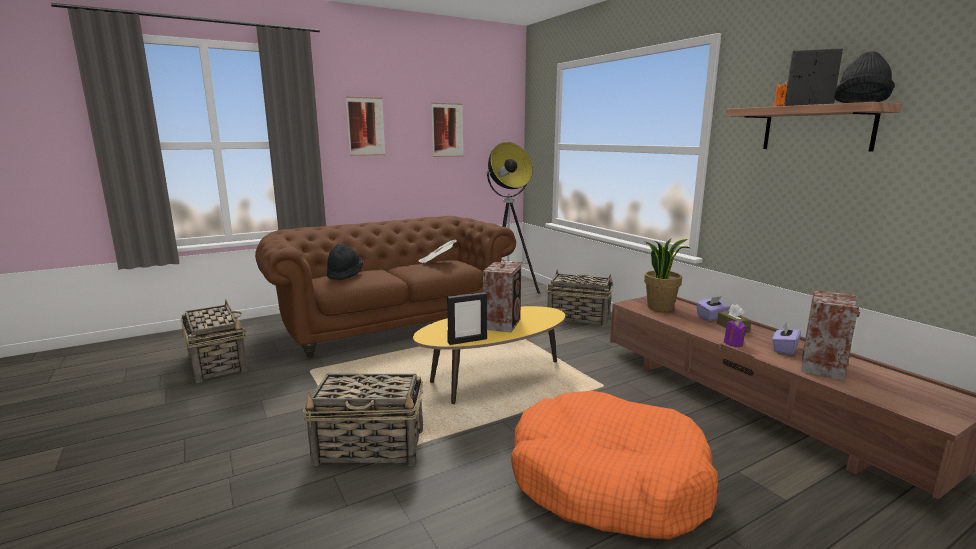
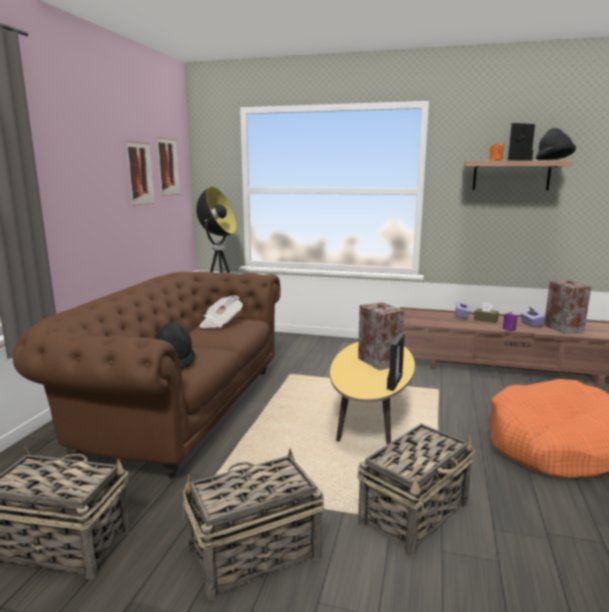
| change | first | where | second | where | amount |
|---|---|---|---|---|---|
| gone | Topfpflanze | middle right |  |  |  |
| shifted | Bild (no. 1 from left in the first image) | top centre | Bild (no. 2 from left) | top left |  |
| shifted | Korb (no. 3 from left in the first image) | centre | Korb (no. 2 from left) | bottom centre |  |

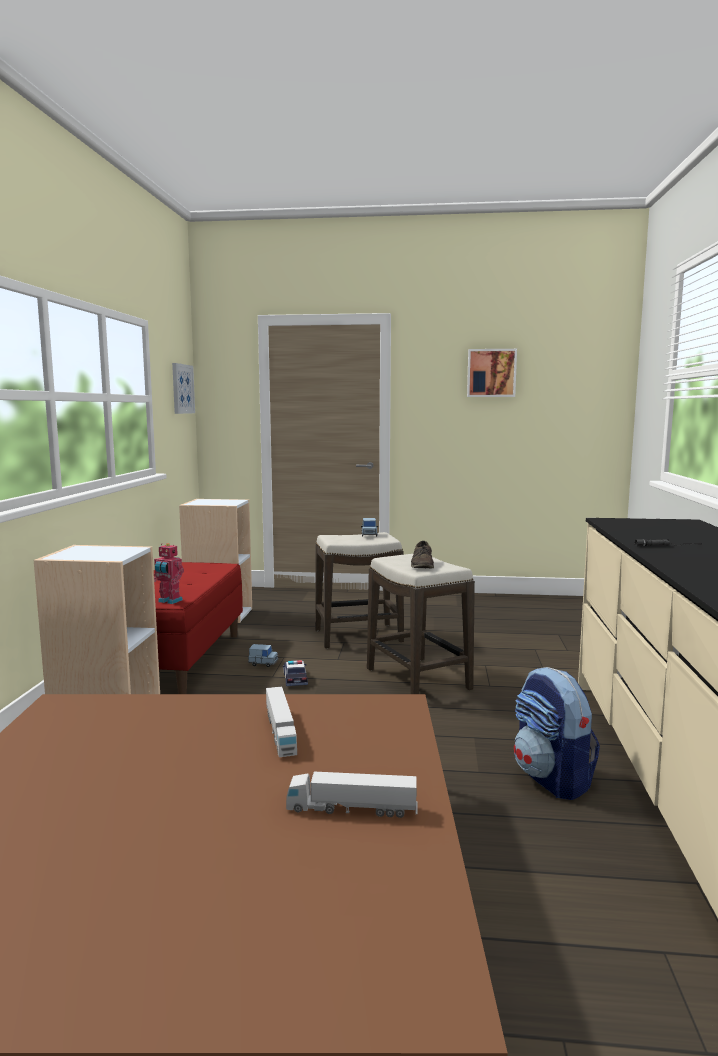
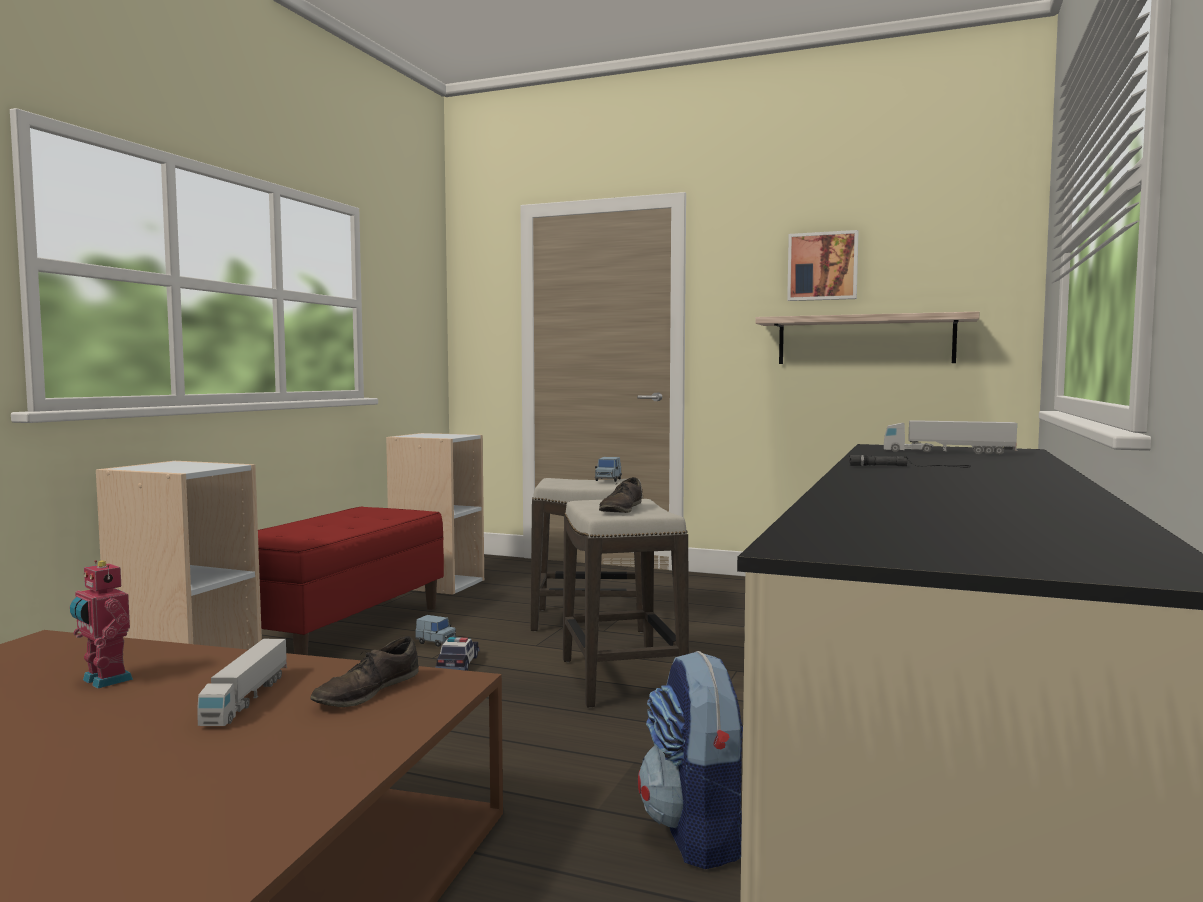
| change | first | where | second | where | amount |
|---|---|---|---|---|---|
| gone | Bild (no. 1 from left) | middle left |  |  |  |
| new |  |  | Schuh (braun) (no. 1 from left) | bottom left |  |
| new |  |  | Wandregal | middle right |  |
| shifted | Spielzeugroboter | middle left |  | bottom left |  |
| shifted | Spielzeuglaster (no. 2 from left) | bottom centre |  | middle right |  |

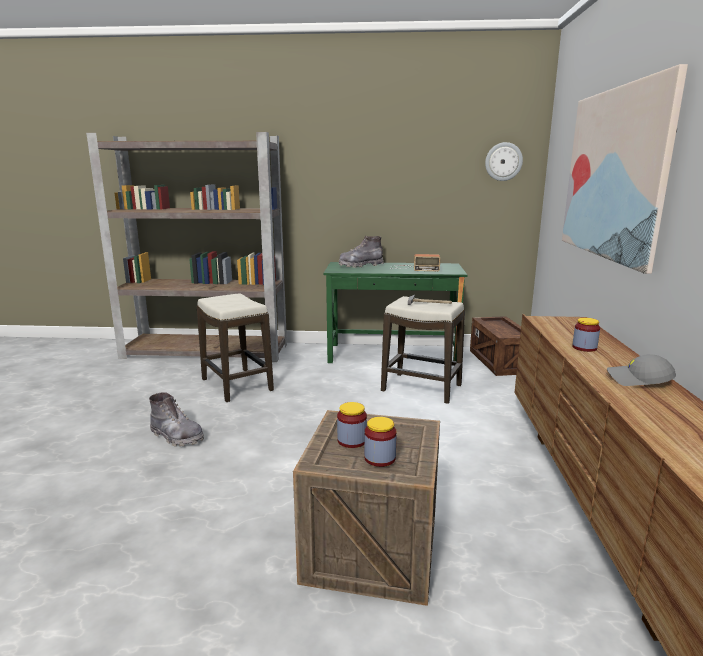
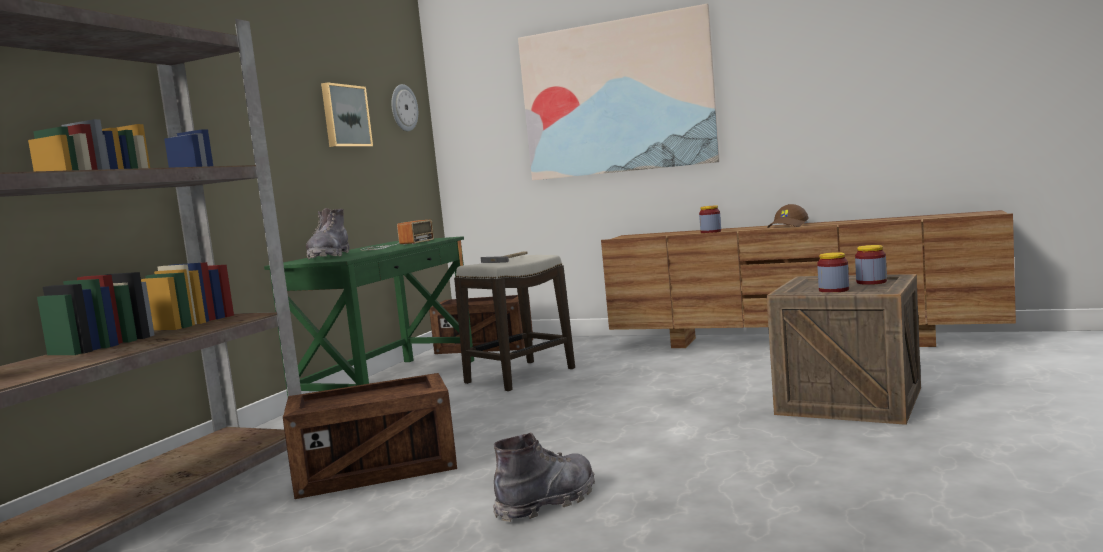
| change | first | where | second | where | amount |
|---|---|---|---|---|---|
| new |  |  | Bild (no. 1 from left) | top left |  |
| swapped | Hocker (no. 1 from left) | centre | Kiste (no. 1 from left) | bottom centre |  |
| repainted | Kappe (grau) | middle right | Kappe (braun) | middle right |  |

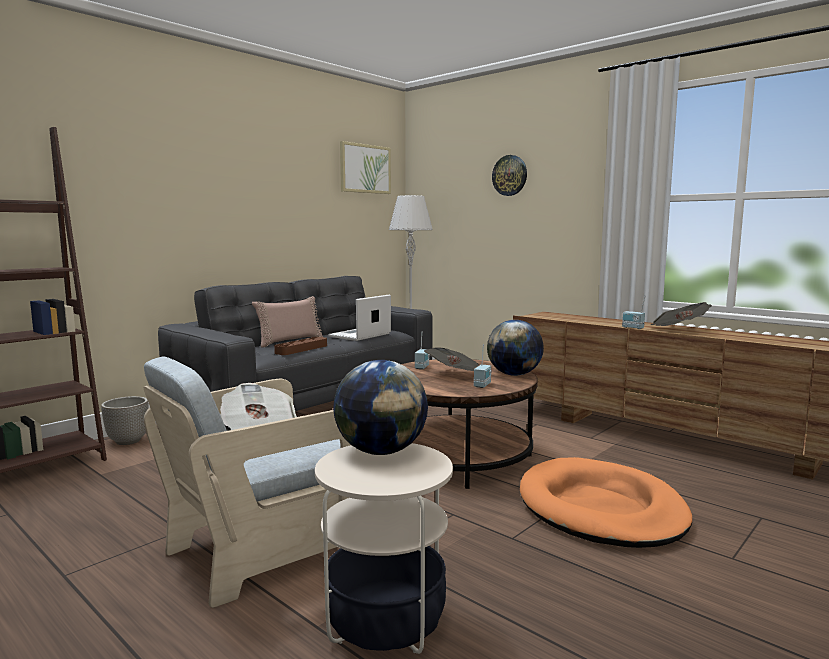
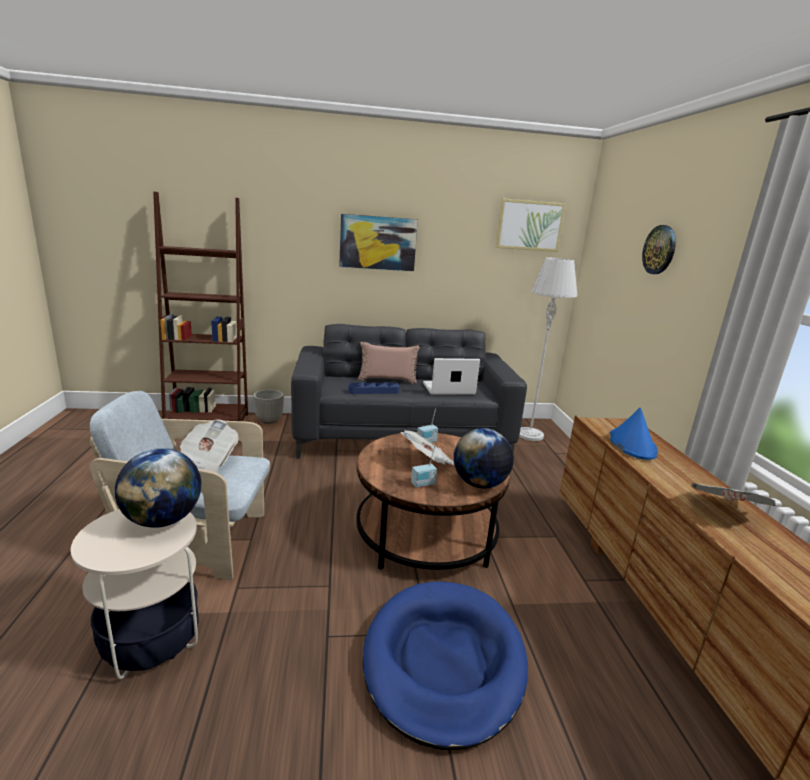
| change | first | where | second | where | amount |
|---|---|---|---|---|---|
| gone | Radio (no. 3 from left) | middle right |  |  |  |
| new |  |  | Bild (no. 1 from left) | top centre |  |
| new |  |  | Hut (blau) | middle right |  |
| repainted | Tablett (braun) | centre | Tablett (blau) | centre |  |
| repainted | Hundebett (orange) | bottom right | Hundebett (blau) | bottom centre |  |

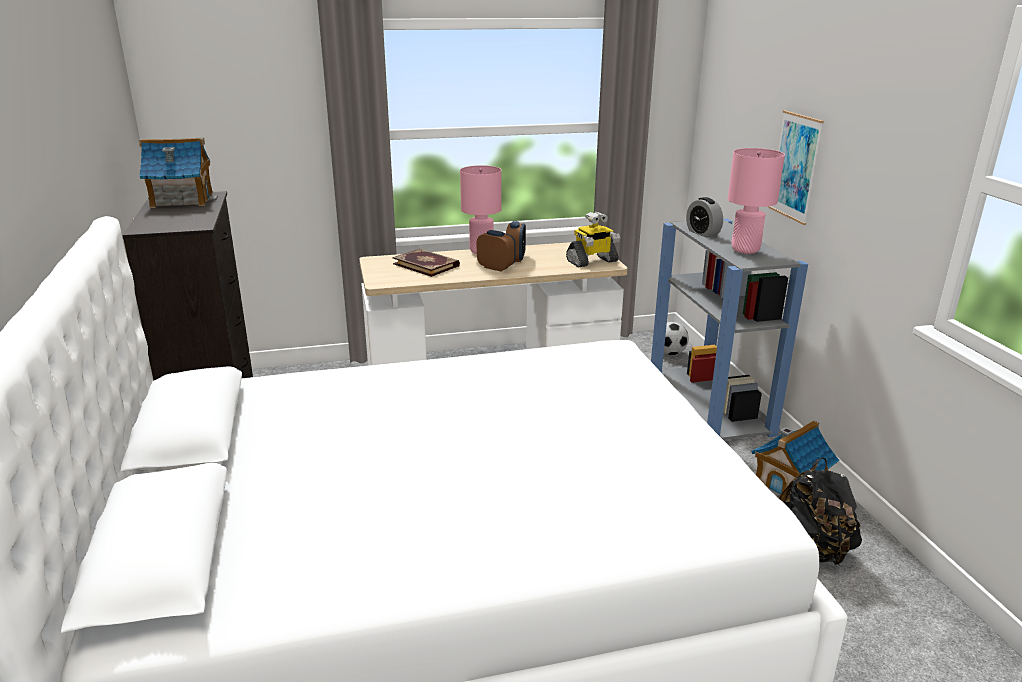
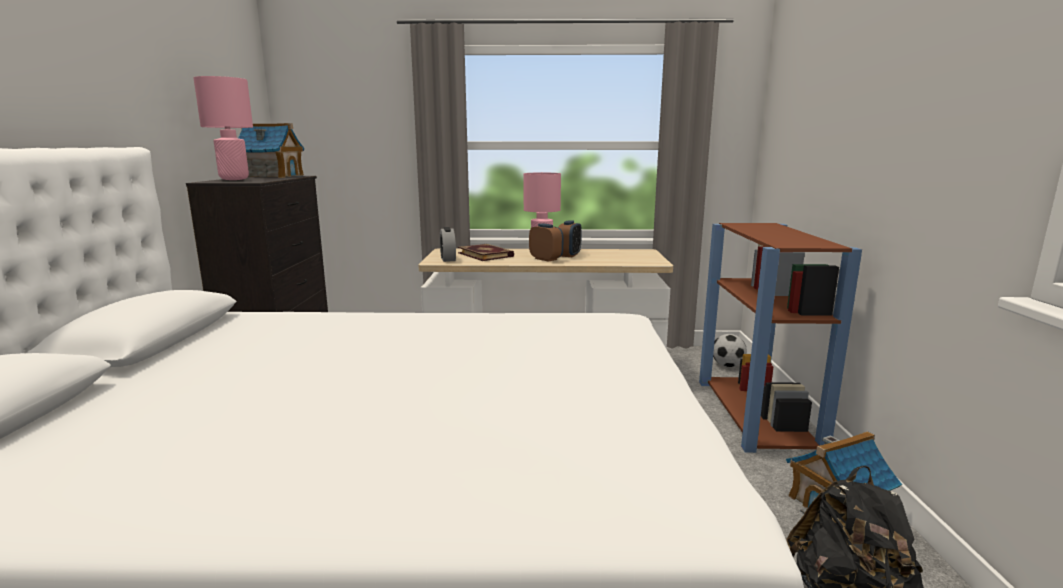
| change | first | where | second | where | amount |
|---|---|---|---|---|---|
| gone | Spielzeugroboter | centre |  |  |  |
| gone | Bild | top right |  |  |  |
| shifted | Wecker (no. 3 from left in the first image) | top right | Wecker (no. 1 from left) | centre |  |
| shifted | Tischlampe (rosa) (no. 2 from left in the first image) | top right | Tischlampe (rosa) (no. 1 from left) | top left |  |
| repainted | Bücherregal (grau) | middle right | Bücherregal (braun) | middle right |  |

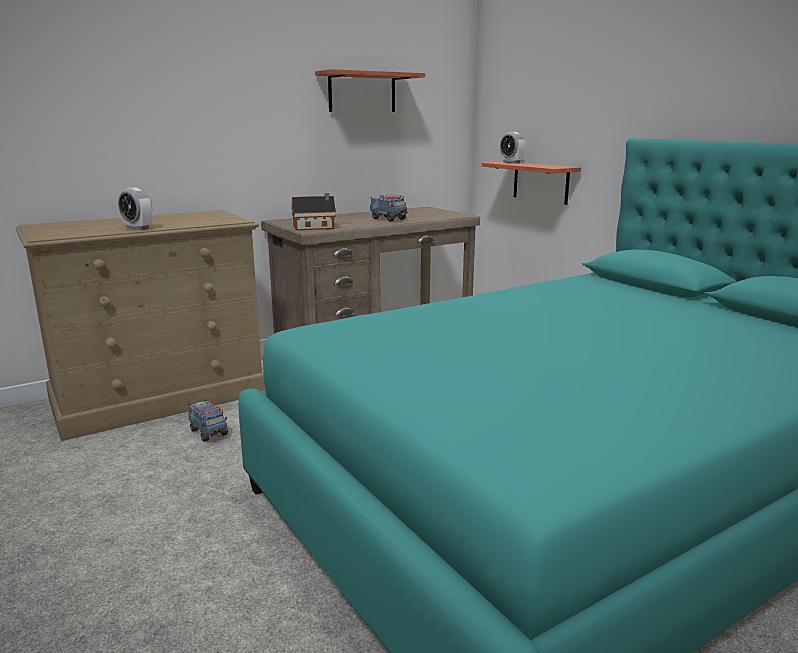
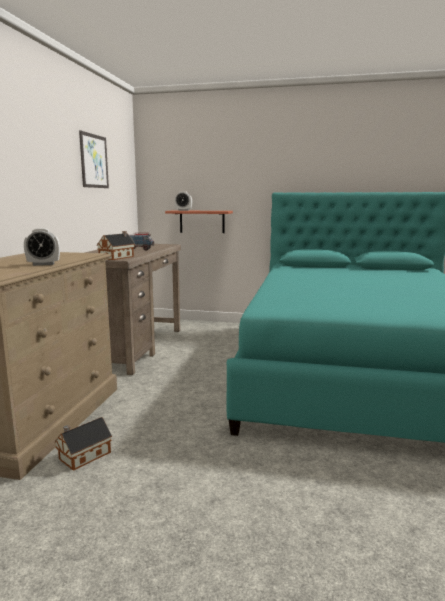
| change | first | where | second | where | amount |
|---|---|---|---|---|---|
| gone | Spielzeuglaster (no. 1 from left) | middle left |  |  |  |
| new |  |  | Spielzeughaus (no. 1 from left) | bottom left |  |
| swapped | Wandregal (no. 1 from left) | top centre | Bild | top left |  |

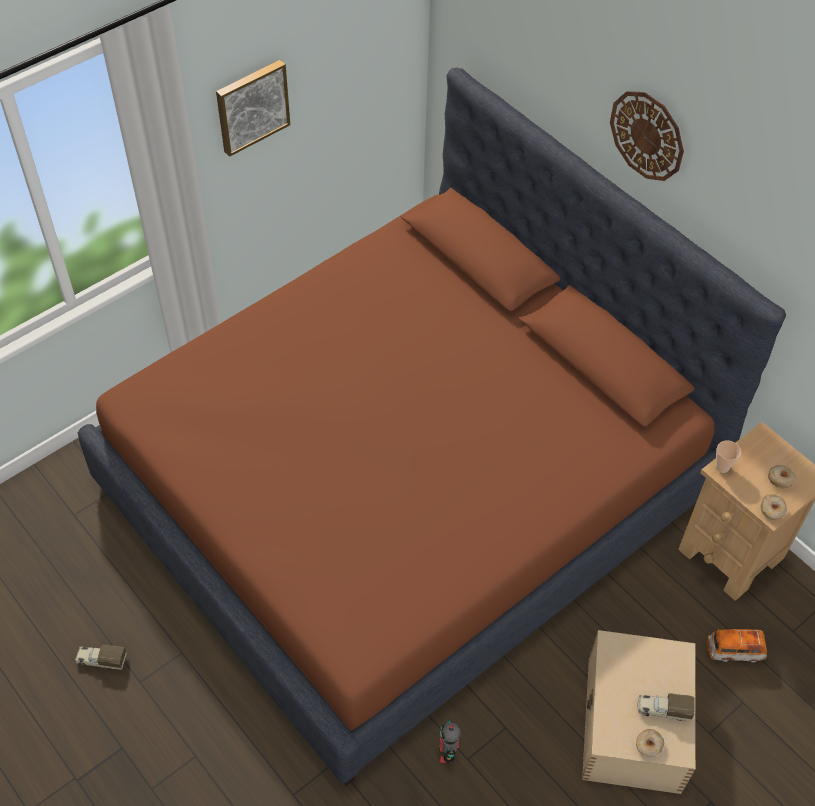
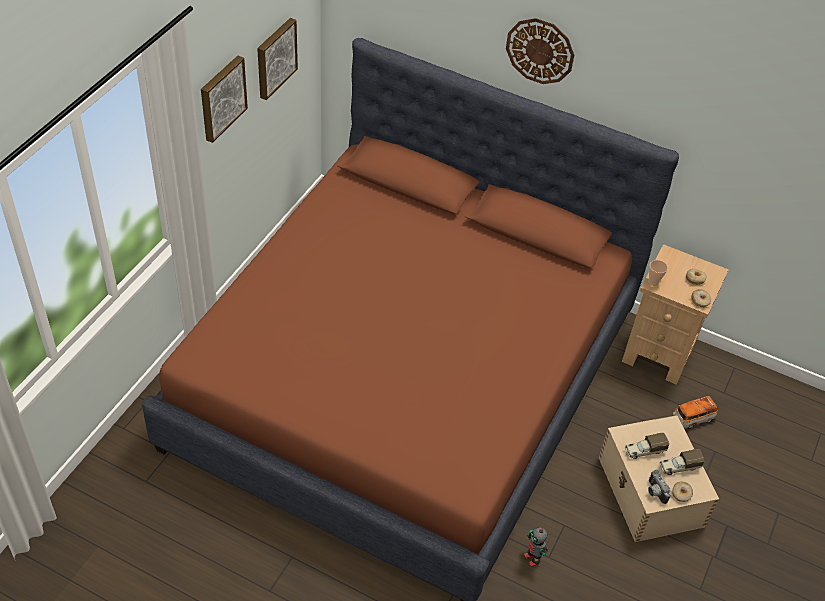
| change | first | where | second | where | amount |
|---|---|---|---|---|---|
| new |  |  | Bild (no. 2 from left) | top centre |  |
| new |  |  | Kamera | bottom right |  |
| shifted | Spielzeuglaster (no. 1 from left) | bottom left |  | bottom right |  |

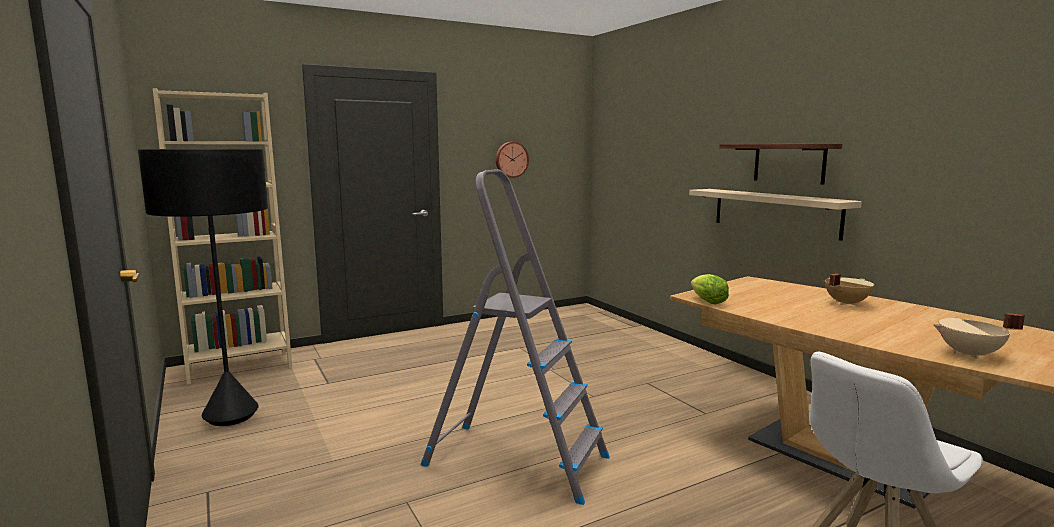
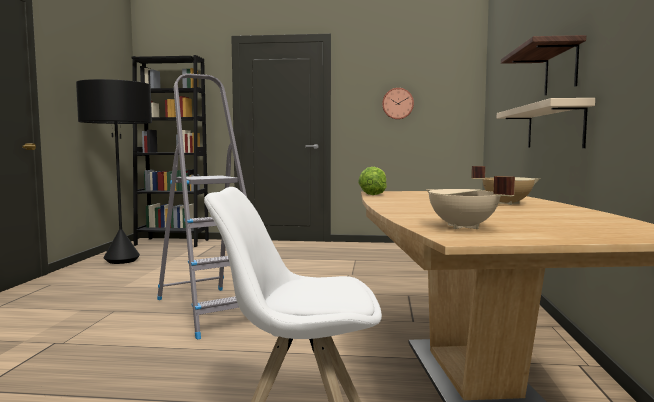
| change | first | where | second | where | amount |
|---|---|---|---|---|---|
| repainted | Bücherregal (beige) | middle left | Bücherregal (schwarz) | middle left |  |

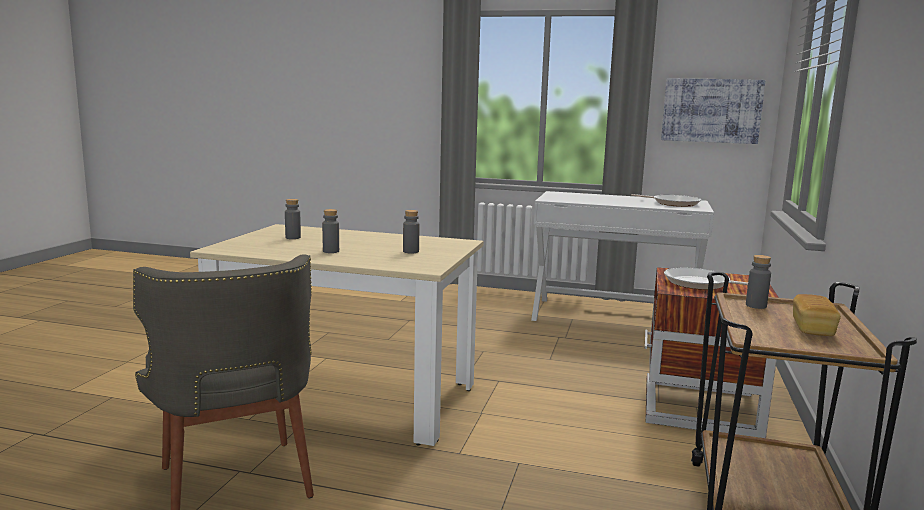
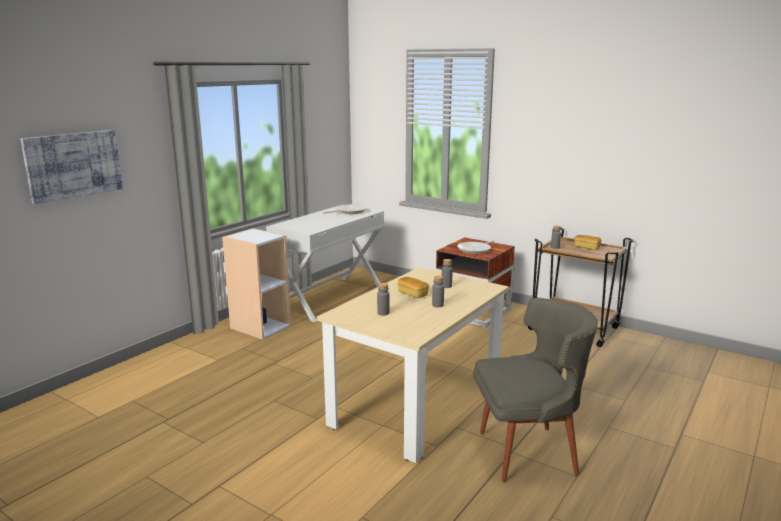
| change | first | where | second | where | amount |
|---|---|---|---|---|---|
| new |  |  | Bücherregal | middle left |  |
| new |  |  | Brot (no. 1 from left) | centre |  |
| shifted | Bild | top right |  | top left |  |

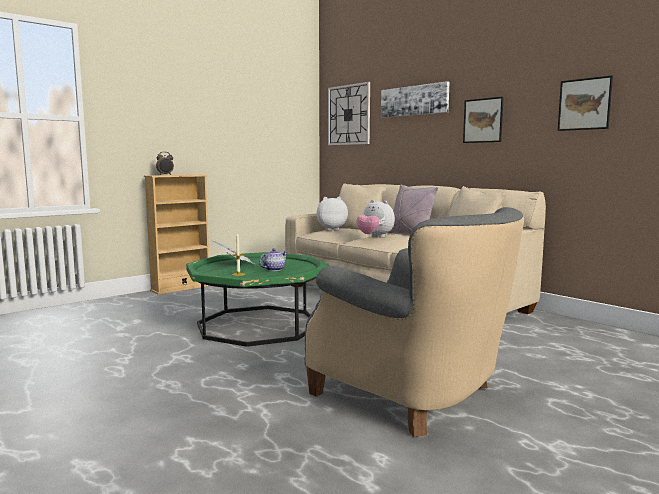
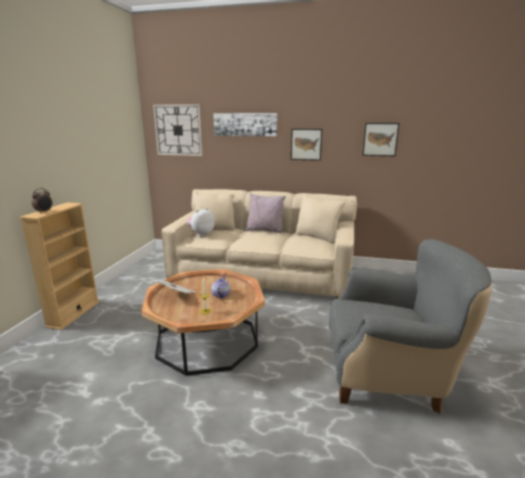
| change | first | where | second | where | amount |
|---|---|---|---|---|---|
| gone | Plüschtier (no. 2 from left) | centre |  |  |  |
| repainted | Couchtisch (grün) | centre | Couchtisch (braun) | bottom centre |  |

